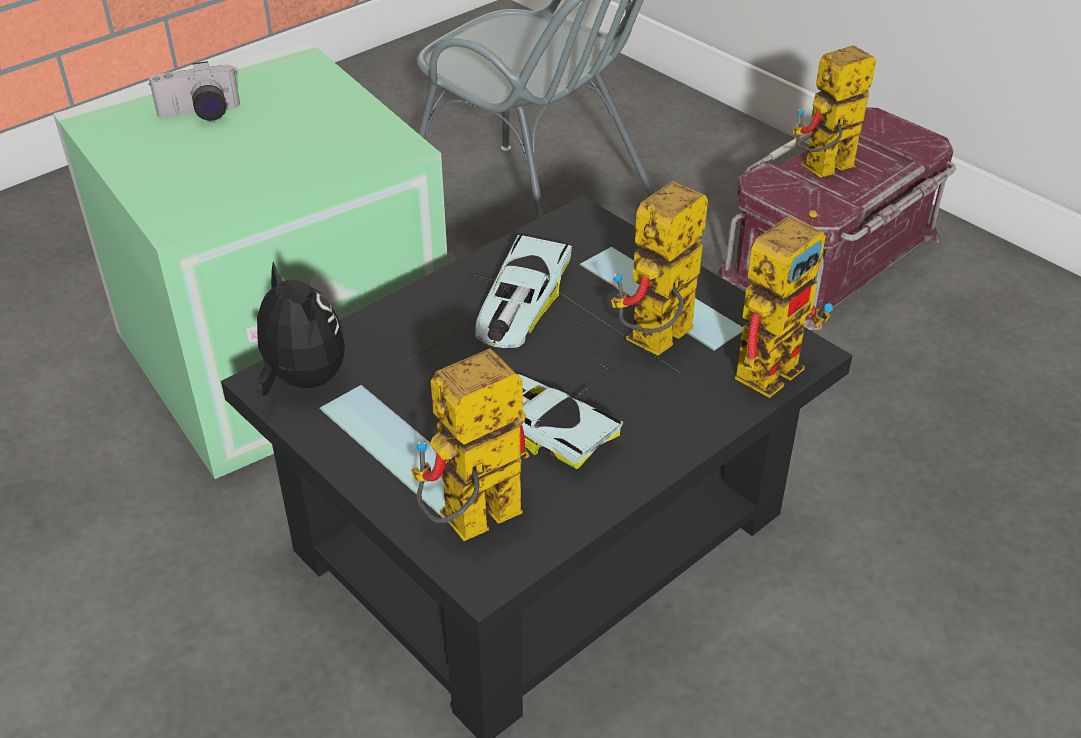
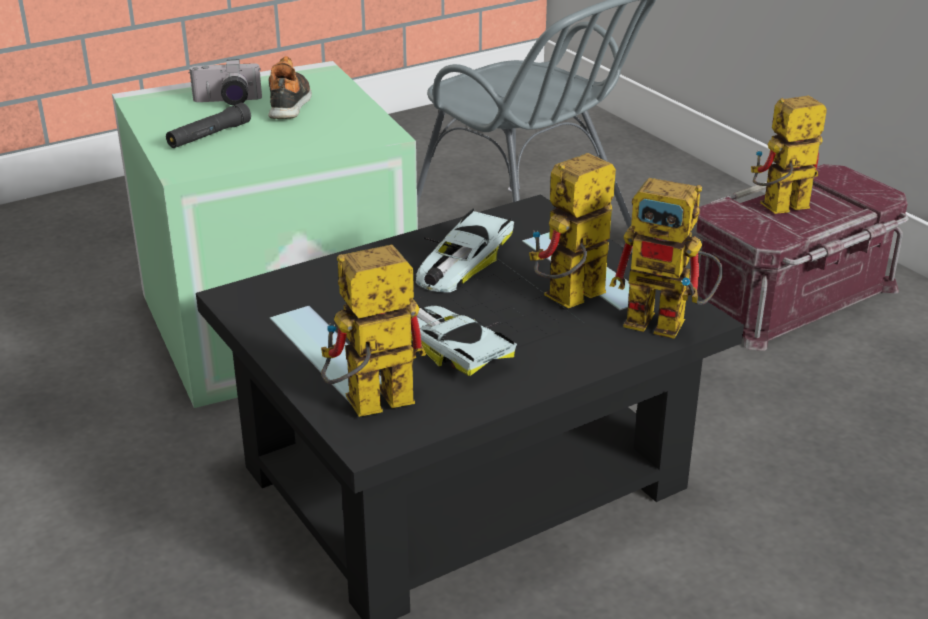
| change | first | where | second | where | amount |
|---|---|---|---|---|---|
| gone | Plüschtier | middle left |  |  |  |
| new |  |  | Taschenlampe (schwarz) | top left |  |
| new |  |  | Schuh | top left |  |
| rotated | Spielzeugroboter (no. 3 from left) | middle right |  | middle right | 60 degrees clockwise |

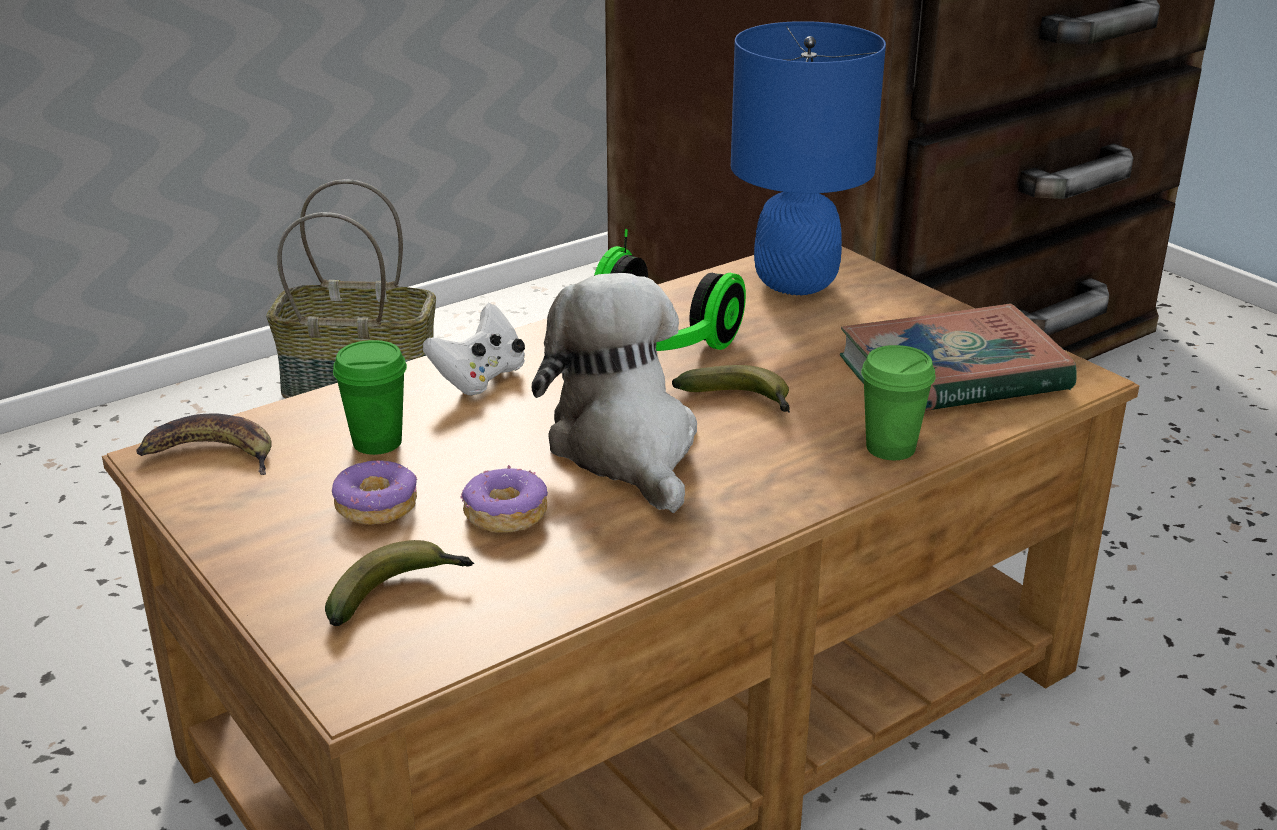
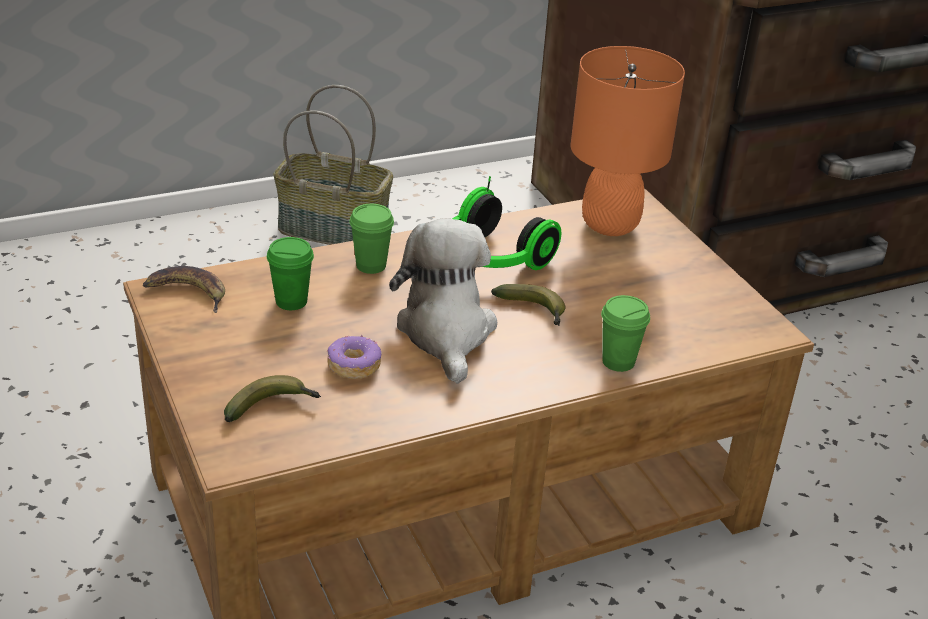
| change | first | where | second | where | amount |
|---|---|---|---|---|---|
| gone | Donut (no. 1 from left) | middle left |  |  |  |
| gone | Buch | middle right |  |  |  |
| swapped | Gamepad (weiß) | centre | Tasse (grün) (no. 2 from left) | centre |  |
| repainted | Tischlampe (blau) | top centre | Tischlampe (orange) | top right |  |

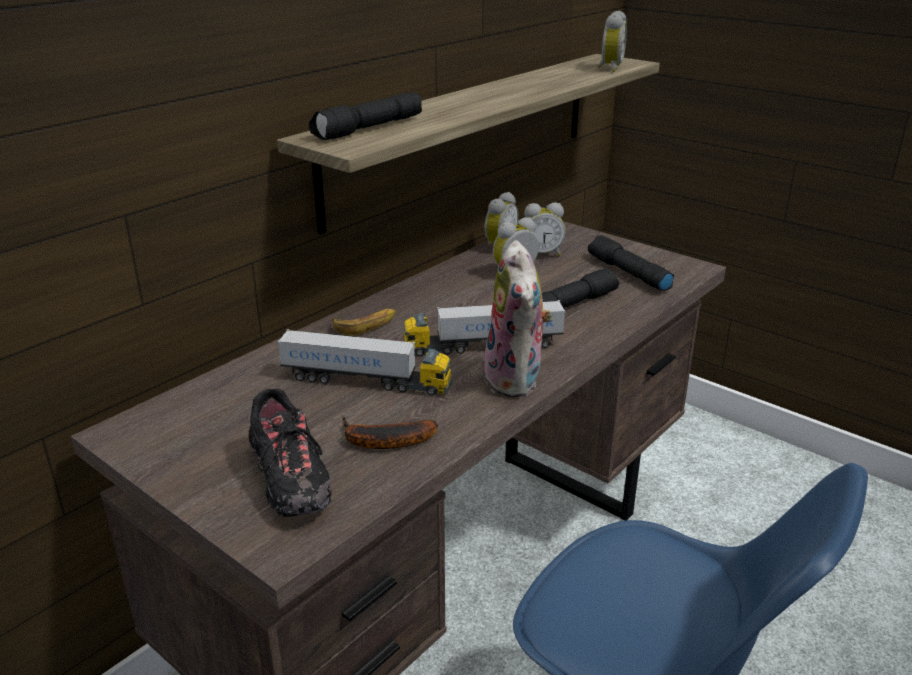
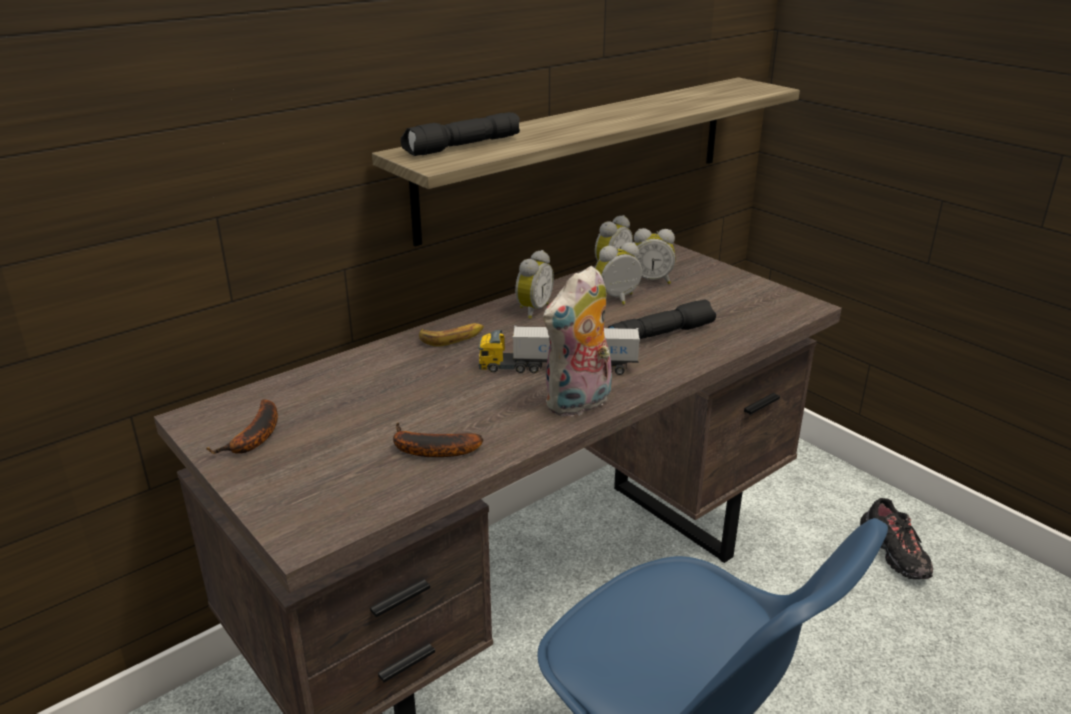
| change | first | where | second | where | amount |
|---|---|---|---|---|---|
| gone | Spielzeuglaster (no. 1 from left) | centre |  |  |  |
| gone | Taschenlampe (schwarz) (no. 3 from left) | middle right |  |  |  |
| new |  |  | Banane (no. 1 from left) | middle left |  |
| shifted | Schuh (schwarz) | bottom left |  | bottom right |  |
| shifted | Wecker (no. 4 from left in the first image) | top right | Wecker (no. 1 from left) | centre |  |
| rotated | Plüschtier | centre |  | centre | 45 degrees clockwise |

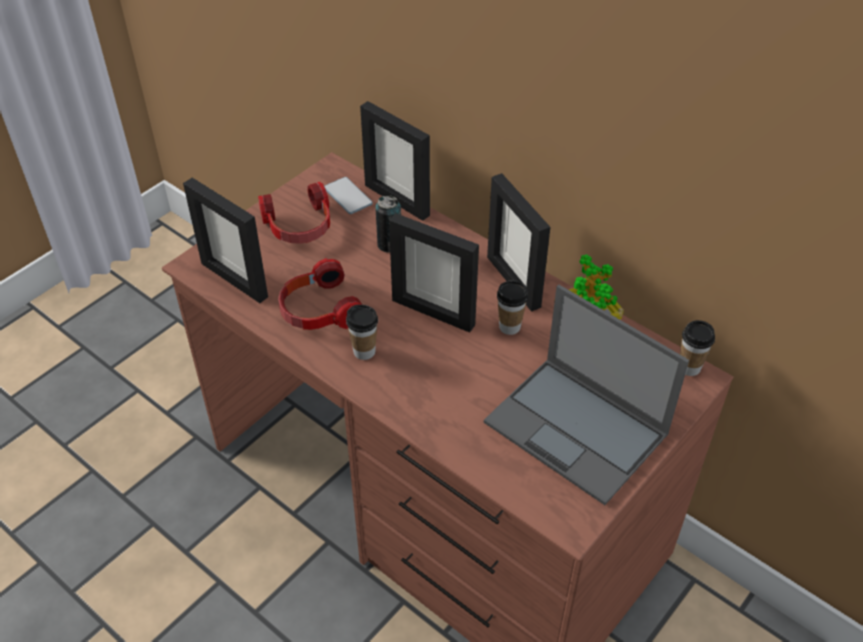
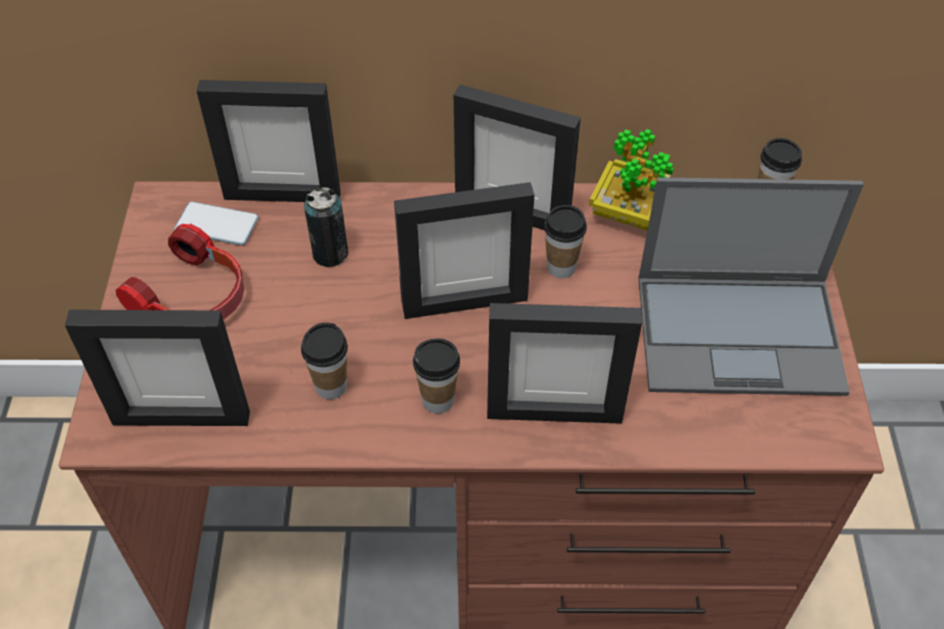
| change | first | where | second | where | amount |
|---|---|---|---|---|---|
| new |  |  | Bilderrahmen (no. 5 from left) | centre |  |
| swapped | Kopfhörer (no. 2 from left) | centre | Tasse (no. 1 from left) | centre |  |

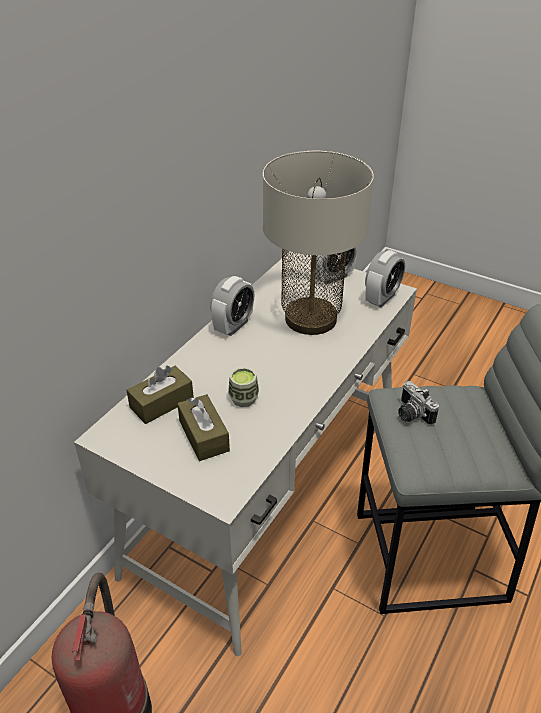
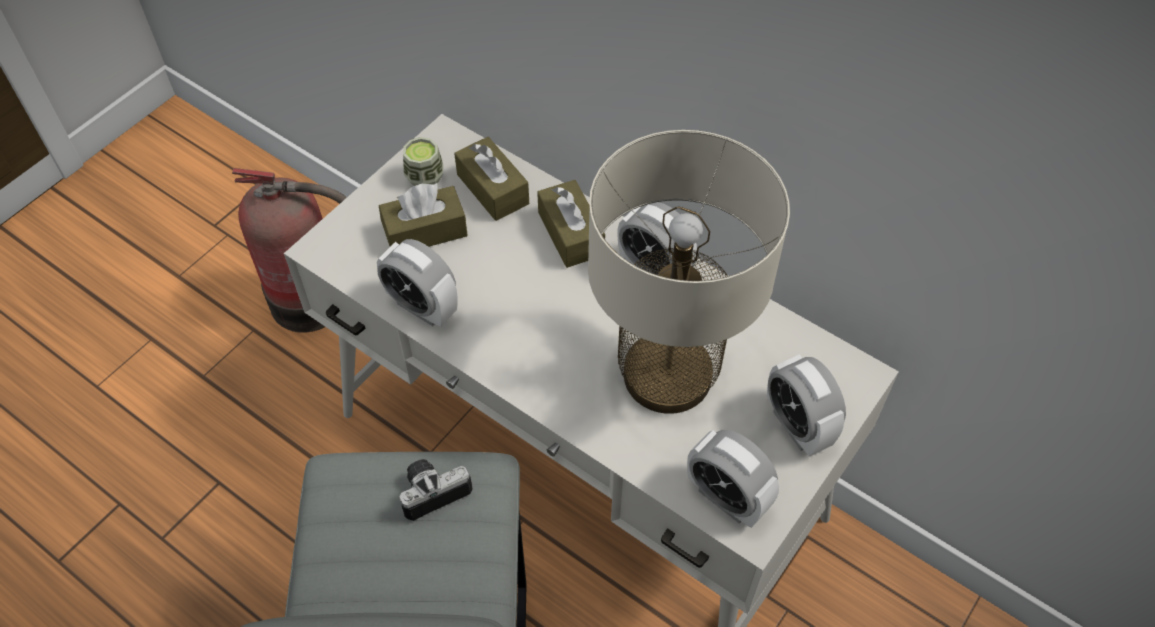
| change | first | where | second | where | amount |
|---|---|---|---|---|---|
| new |  |  | Wecker (no. 1 from left) | centre |  |
| new |  |  | Taschentuchbox (braun) (no. 3 from left) | centre |  |
| shifted | Tasse | centre |  | top centre |  |

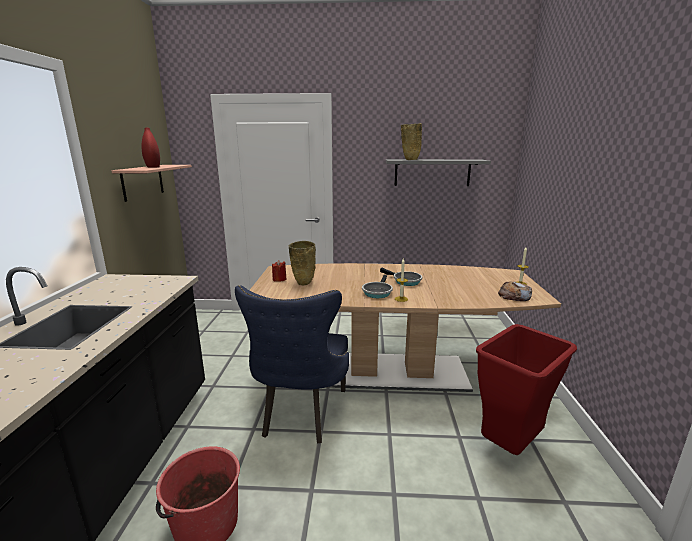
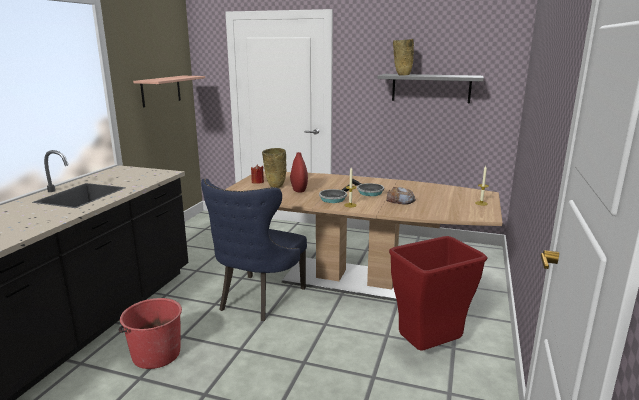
| change | first | where | second | where | amount |
|---|---|---|---|---|---|
| shifted | Vase (rot) | top left |  | centre |  |
| shifted | Brot | middle right |  | centre |  |

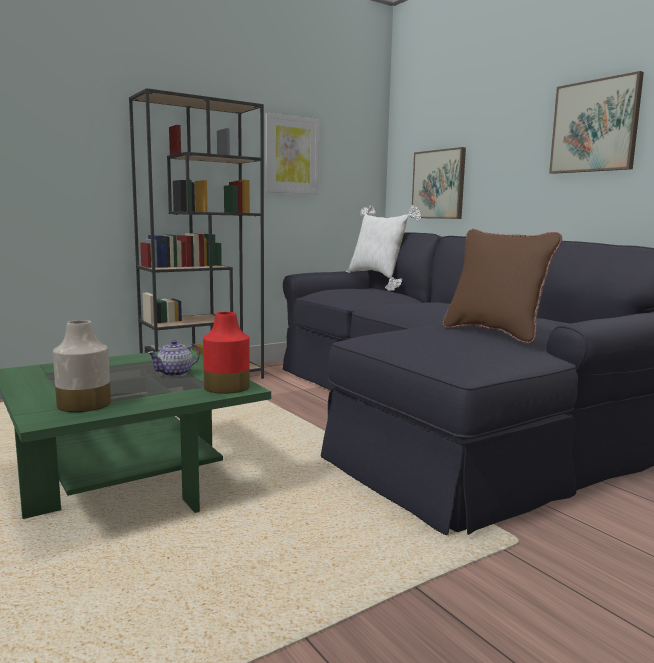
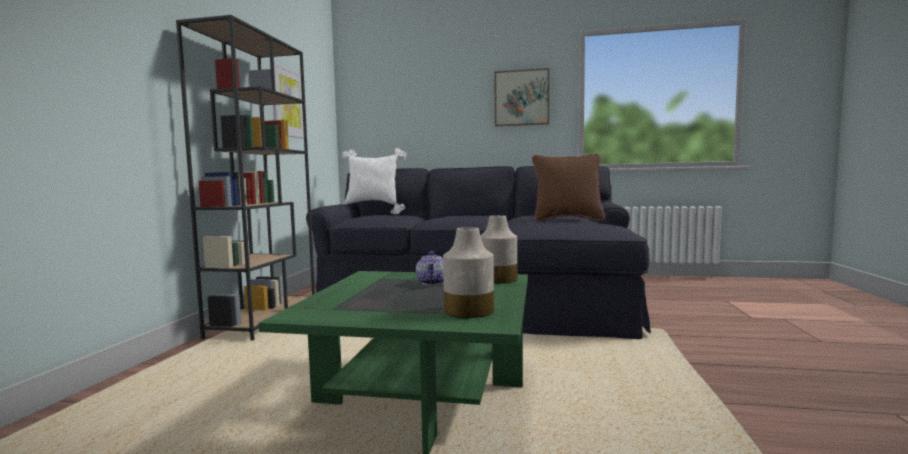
| change | first | where | second | where | amount |
|---|---|---|---|---|---|
| gone | Bild (no. 2 from left) | top right |  |  |  |
| repainted | Vase (rot) | centre | Vase (beige) (no. 2 from left) | centre |  |

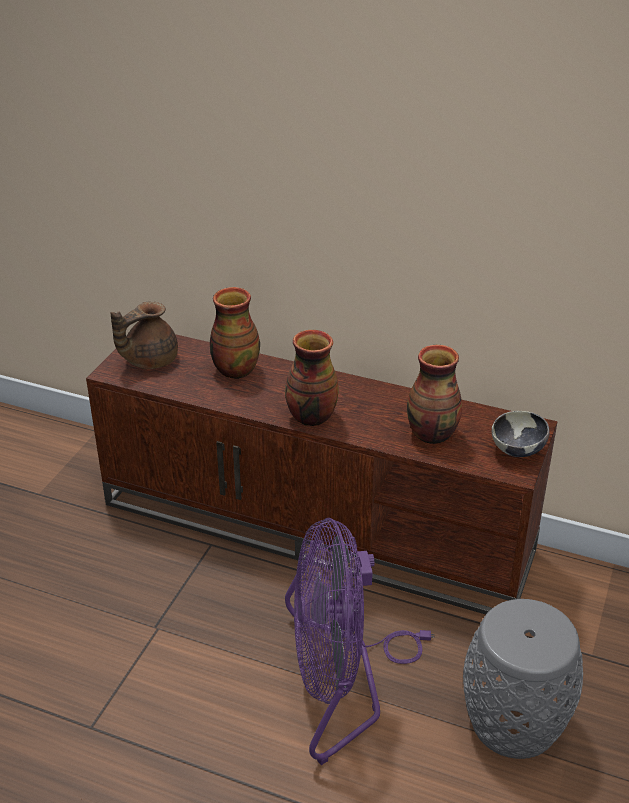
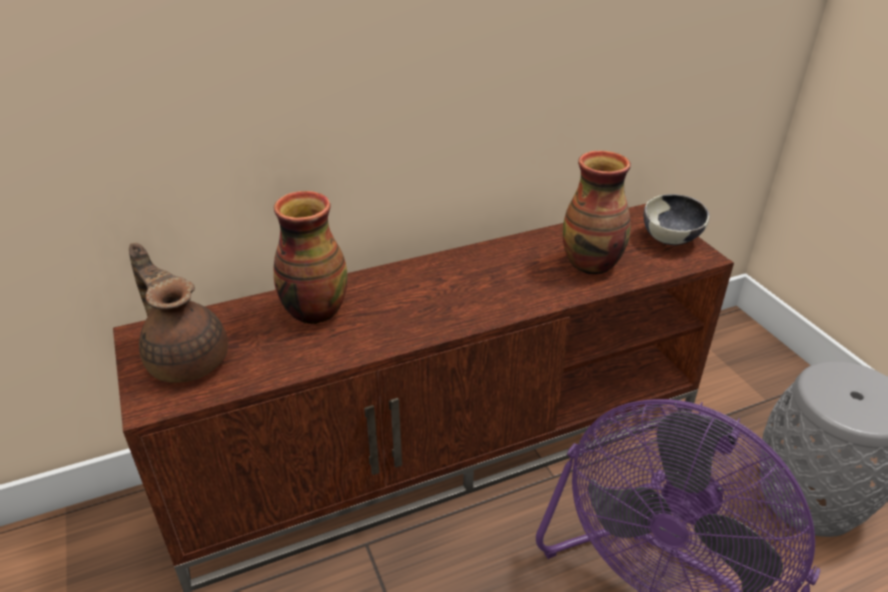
| change | first | where | second | where | amount |
|---|---|---|---|---|---|
| gone | Vase (no. 2 from left) | centre |  |  |  |
| rotated | Teekanne (braun) | middle left |  | middle left | 135 degrees clockwise |

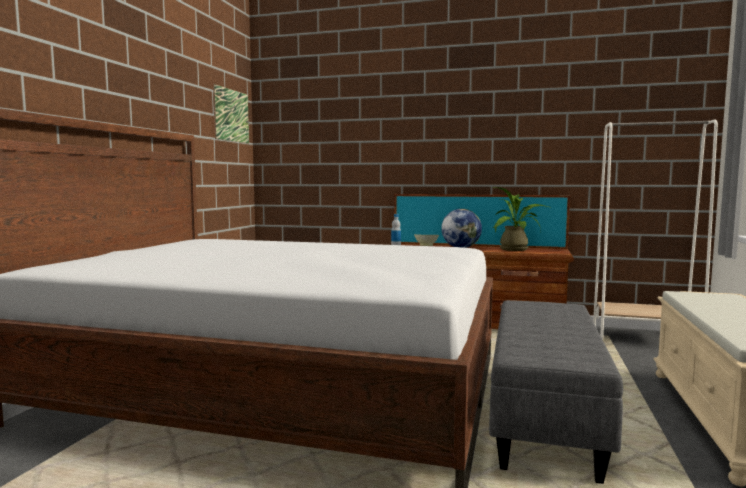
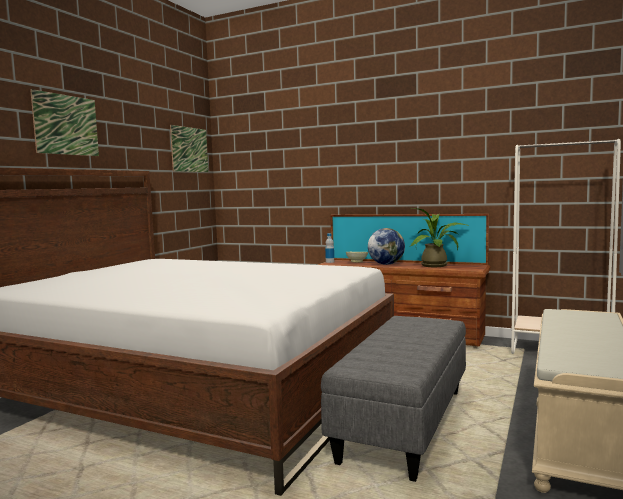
| change | first | where | second | where | amount |
|---|---|---|---|---|---|
| new |  |  | Bild (no. 1 from left) | top left |  |

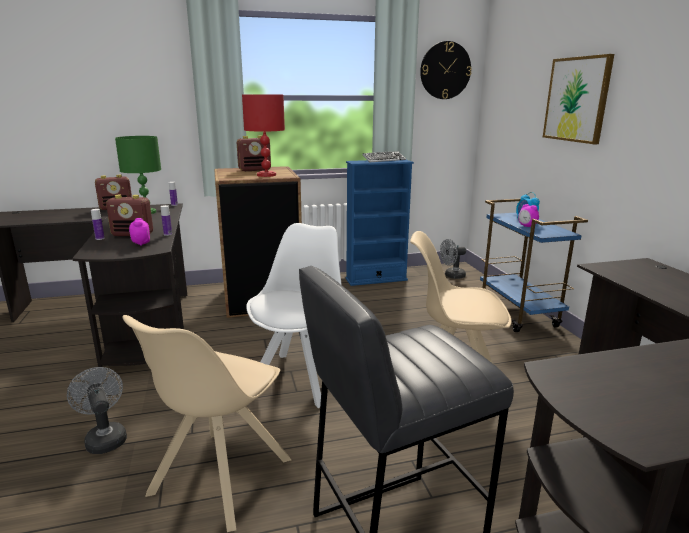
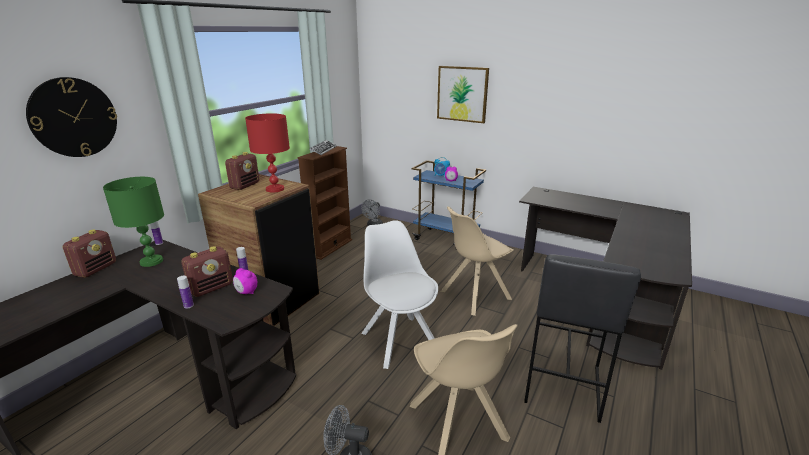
| change | first | where | second | where | amount |
|---|---|---|---|---|---|
| shifted | Wanduhr | top centre |  | top left |  |
| repainted | Bücherregal (blau) | centre | Bücherregal (braun) | centre |  |

